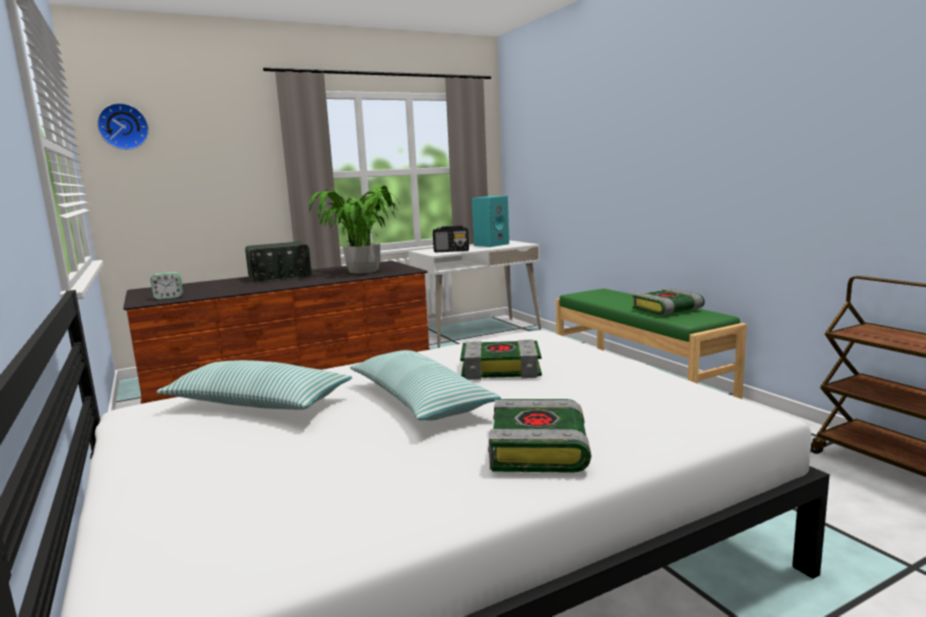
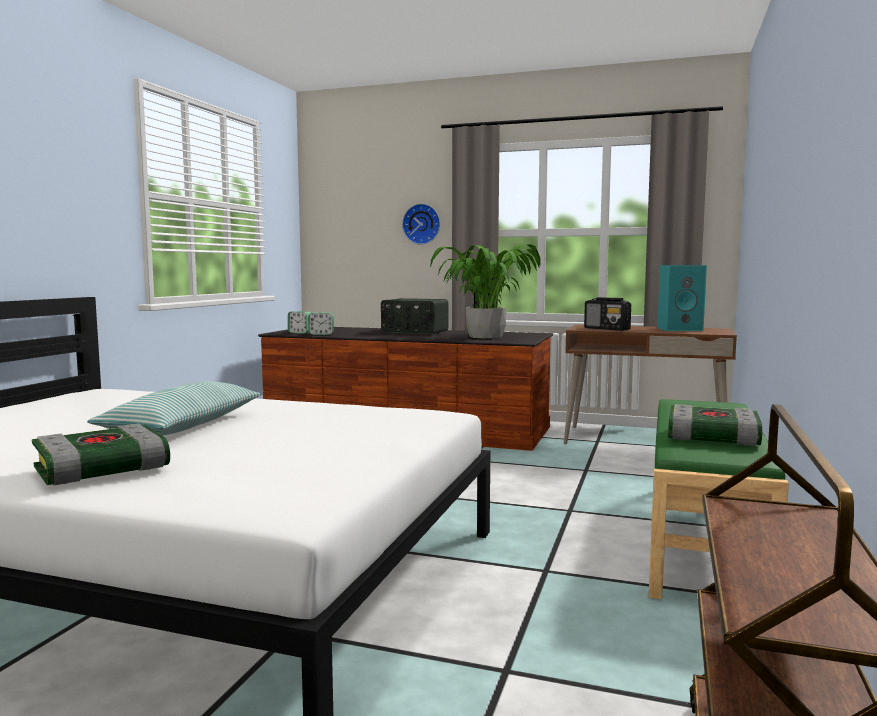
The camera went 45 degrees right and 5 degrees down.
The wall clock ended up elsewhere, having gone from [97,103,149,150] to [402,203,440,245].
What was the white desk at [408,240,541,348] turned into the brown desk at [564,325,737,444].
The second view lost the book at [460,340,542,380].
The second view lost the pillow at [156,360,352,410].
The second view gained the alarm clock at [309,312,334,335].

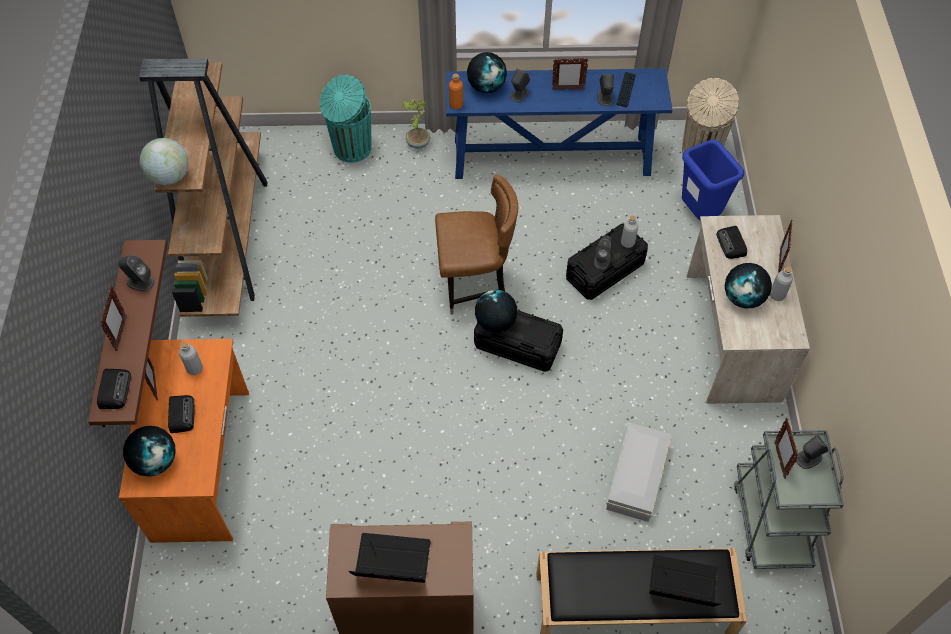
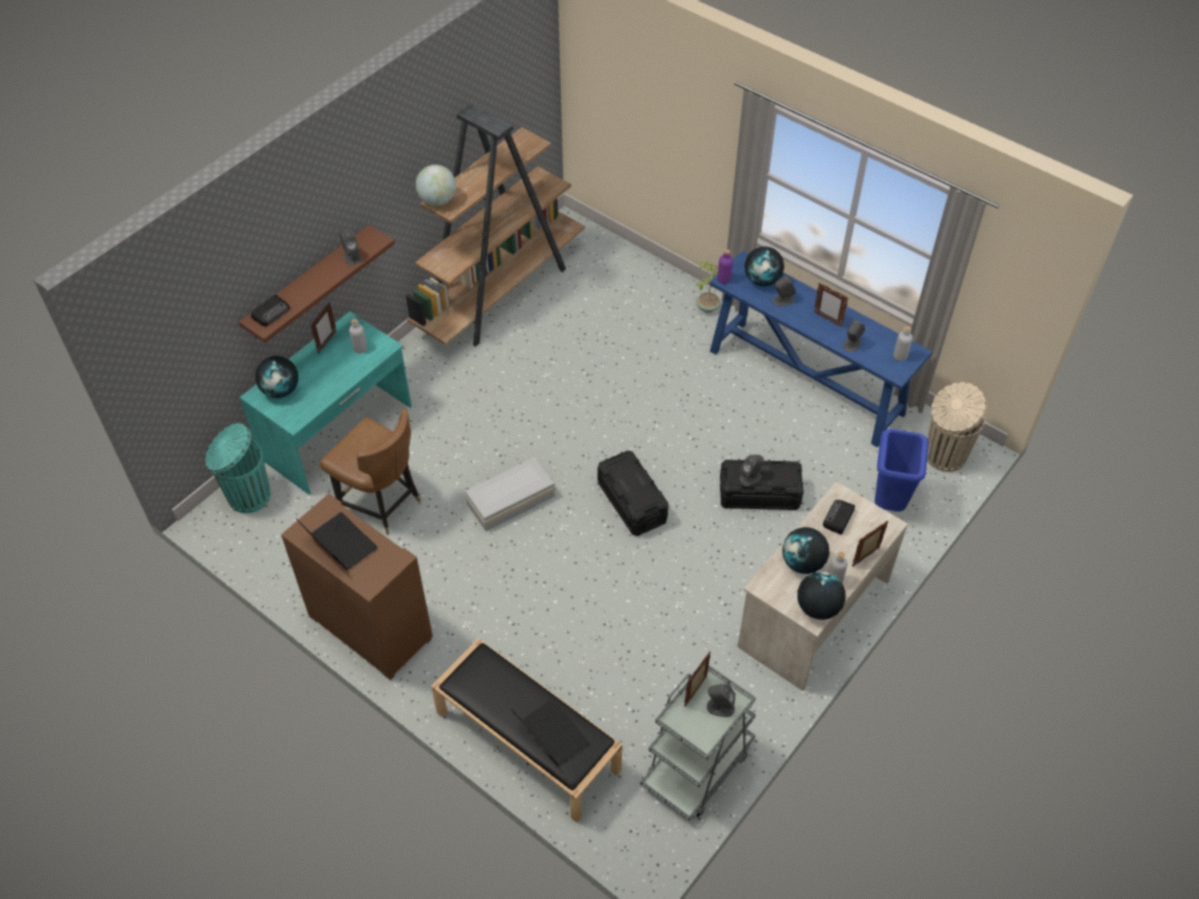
The camera went 40 degrees right and 5 degrees down.
The second view lost the keyboard at [616,72,636,107].
What was the orange bottle at [449,74,463,109] turned into the purple bottle at [717,249,733,284].
The turquoise trash can ended up elsewhere, having gone from [319,75,372,163] to [205,423,271,513].
The brown chair ended up elsewhere, having gone from [435,174,518,315] to [320,409,421,535].
The grey bottle ended up elsewhere, having gone from [621,216,638,248] to [893,326,913,361].
The second view lost the picture frame at [100,286,127,351].
The globe ended up elsewhere, having gone from [475,290,517,332] to [797,572,846,620].
What was the orange desk at [119,339,249,543] turned into the turquoise desk at [240,311,412,495].
The second view lost the radio at [168,395,194,433].
The white storage box ended up elsewhere, having gone from [606,423,671,522] to [464,457,556,531].

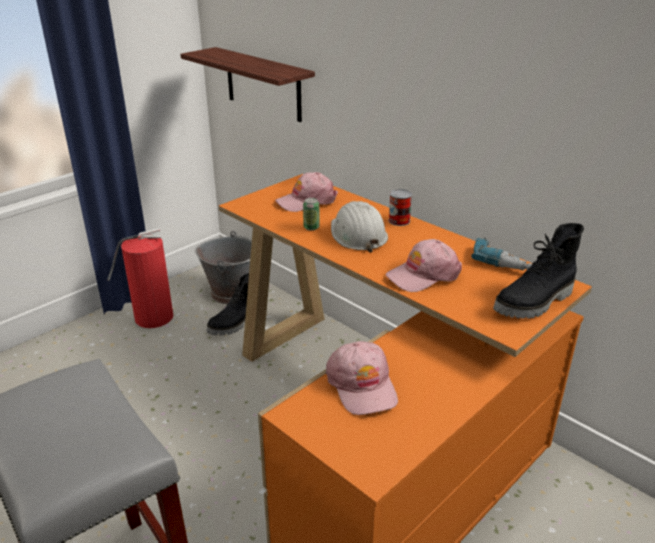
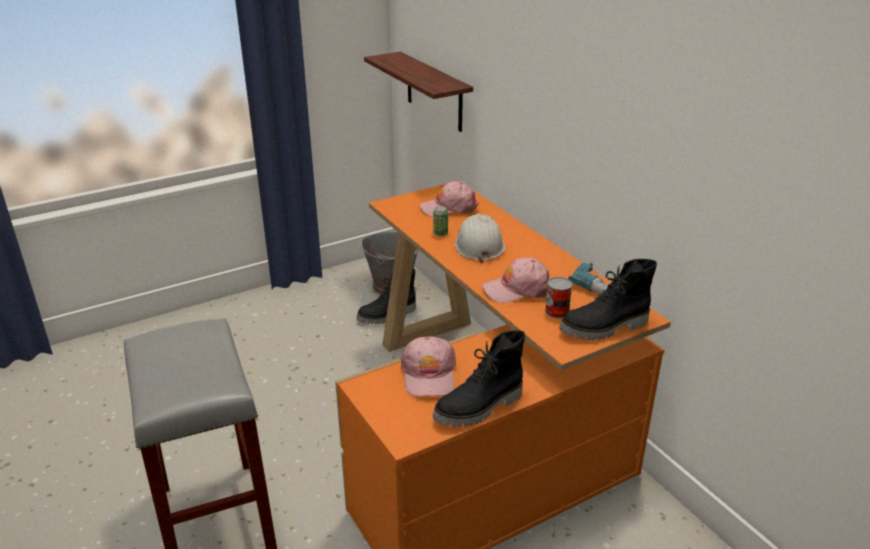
The camera went 15 degrees right and 0 degrees up.
The can ended up elsewhere, having gone from [389,189,412,226] to [545,277,572,318].
The second view lost the fire extinguisher at [107,228,173,328].
The second view gained the black boot at [433,330,525,427].

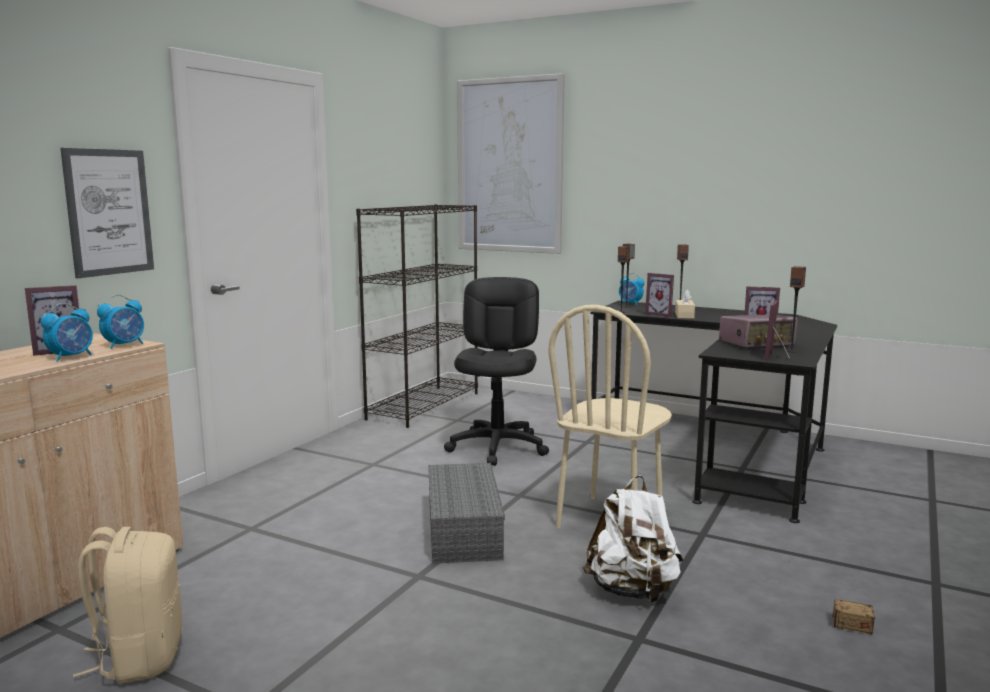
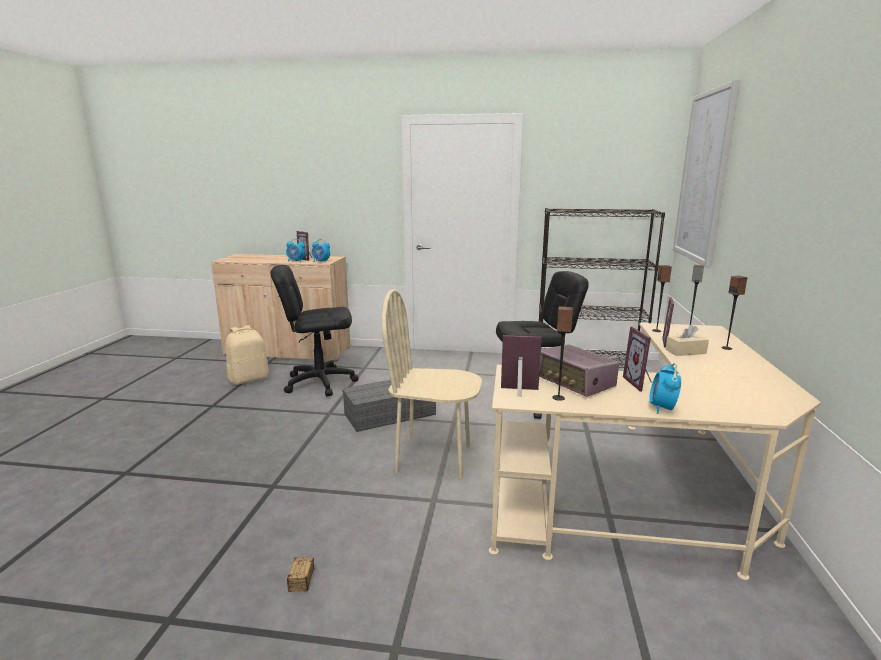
The camera went 70 degrees right and 5 degrees up.
The second view lost the picture at [60,148,154,278].
The alarm clock ended up elsewhere, having gone from [619,273,644,305] to [649,363,681,414].
What was the black desk at [591,301,837,523] turned into the beige desk at [489,323,821,580].
The second view lost the white backpack at [583,475,683,602].
The second view gained the black office chair at [270,265,359,396].

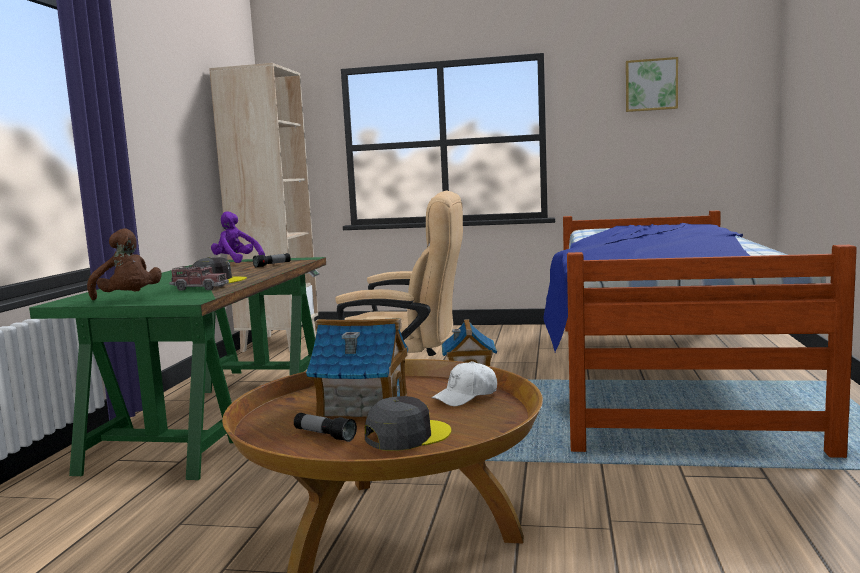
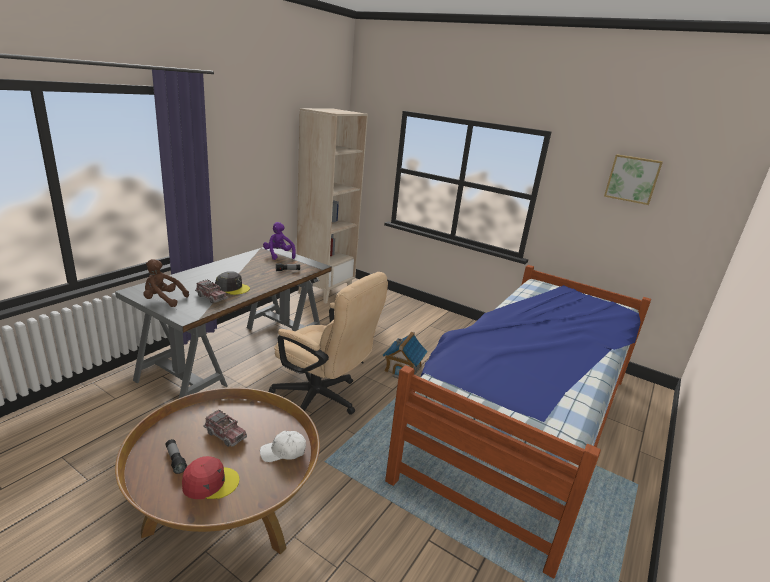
The camera went 20 degrees right and 15 degrees up.
The brown plush toy at [87,228,162,300] ended up facing another way, 120 degrees clockwise from before.
What was the green desk at [29,257,326,480] turned into the grey desk at [115,247,332,398].
Where the toy house stood at [306,318,408,417], the toy truck came to stand at [203,410,247,447].
What was the grey cap at [365,396,451,451] turned into the red cap at [182,456,240,499].

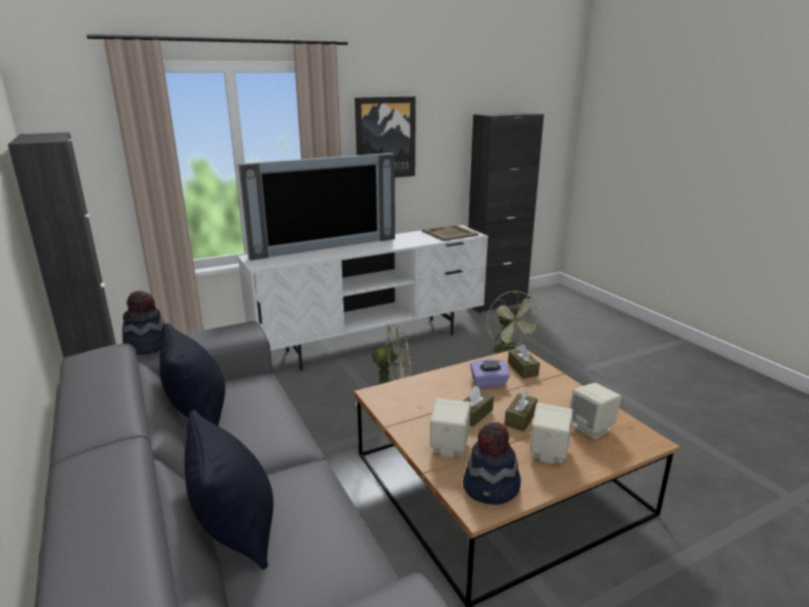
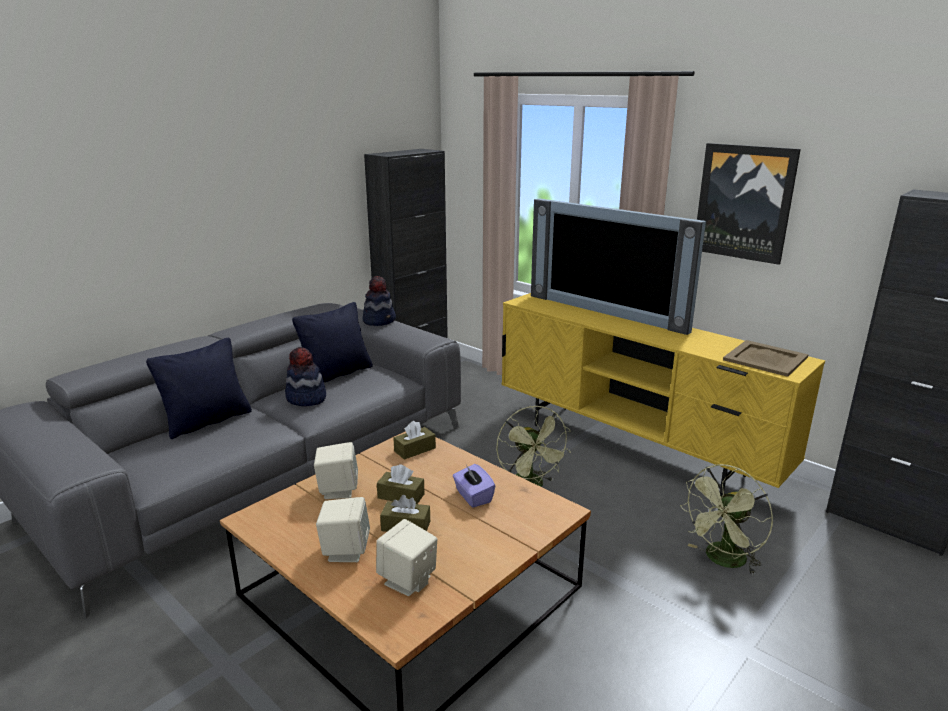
The camera went 70 degrees right and 0 degrees up.
What was the white tv stand at [238,225,488,371] turned into the yellow tv stand at [502,293,825,496].
The brown tissue box ended up elsewhere, having gone from [508,344,540,378] to [393,421,436,460].
The hat ended up elsewhere, having gone from [463,422,521,505] to [285,347,326,406].

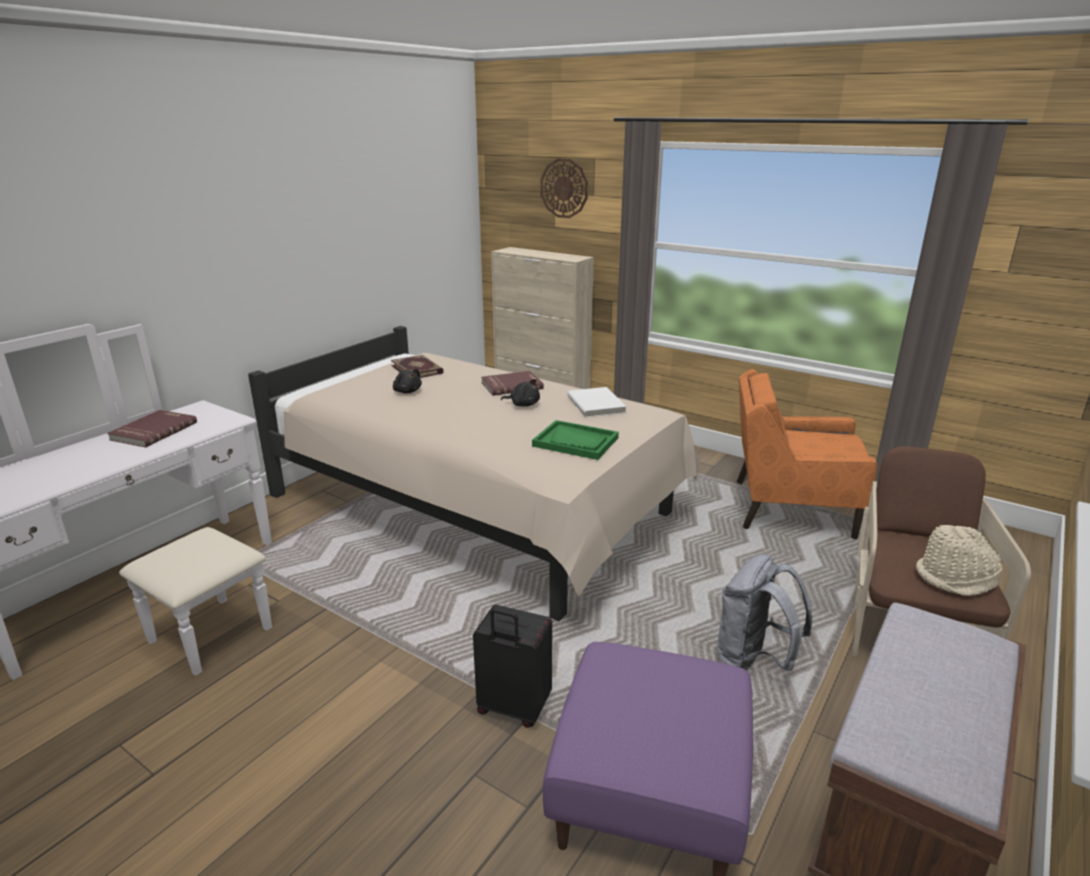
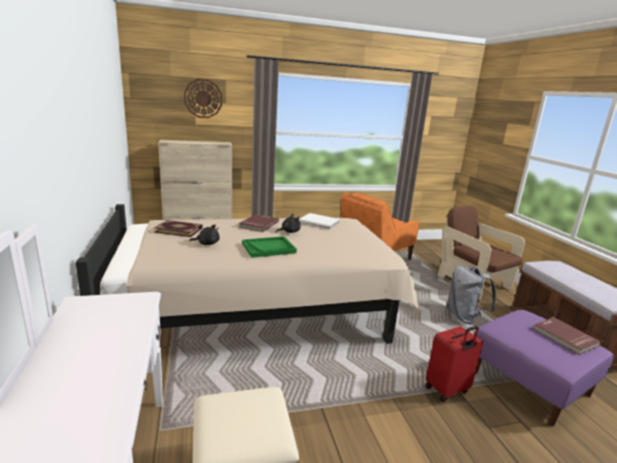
The camera went 50 degrees left and 5 degrees down.
The red book ended up elsewhere, having gone from [107,410,197,448] to [533,317,601,355].
The green tray ended up elsewhere, having gone from [532,420,619,460] to [242,236,297,258].
The second view lost the beige hat at [916,525,1002,596].
What was the black suitcase at [473,605,552,728] turned into the red suitcase at [425,326,483,403].

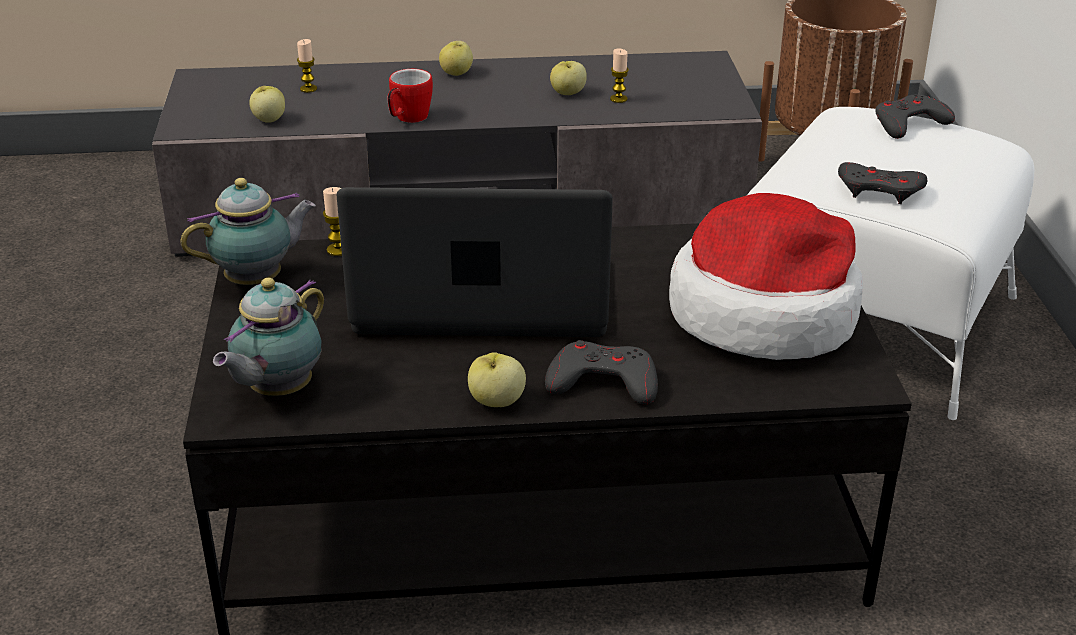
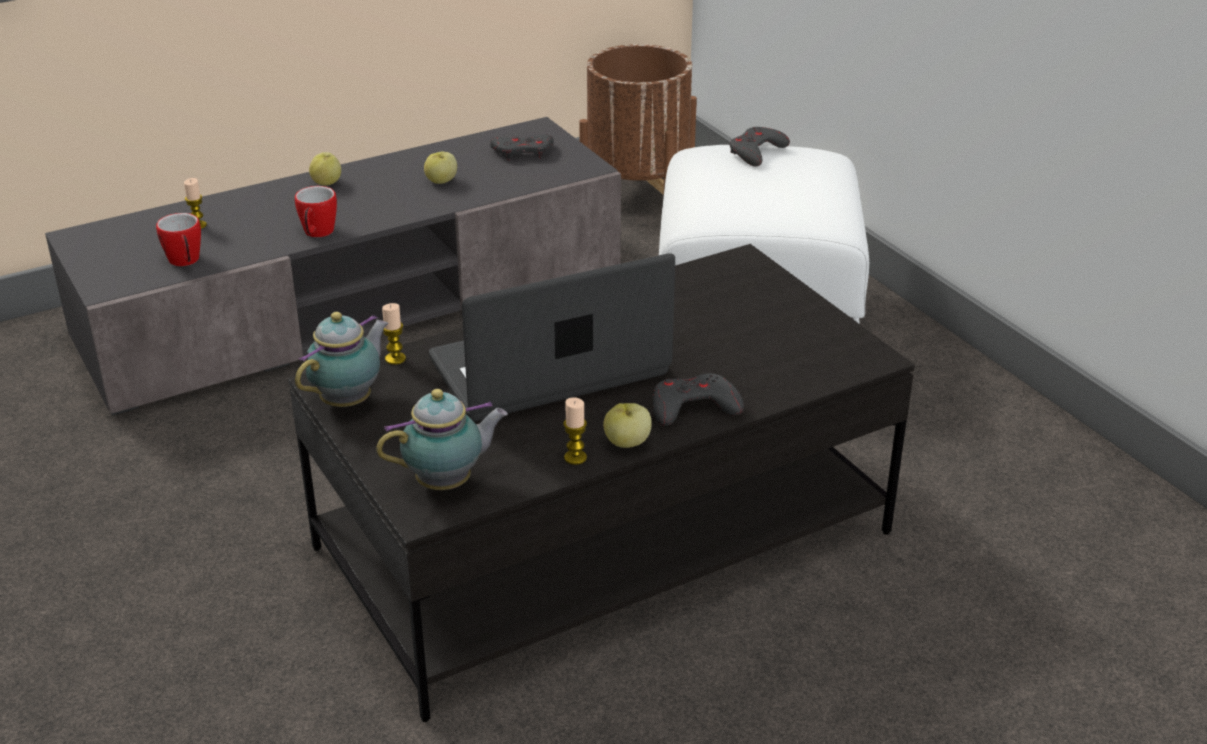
The camera went 25 degrees left and 0 degrees up.
The candle ended up elsewhere, having gone from [610,48,629,103] to [563,397,587,465].
Where the apple stood at [249,86,285,123], the mug came to stand at [156,213,201,266].
The grey game controller ended up elsewhere, having gone from [838,162,927,204] to [490,135,554,161].
The second view lost the hat at [669,193,863,360].
The teapot at [213,278,324,396] ended up facing another way, 120 degrees counterclockwise from before.

